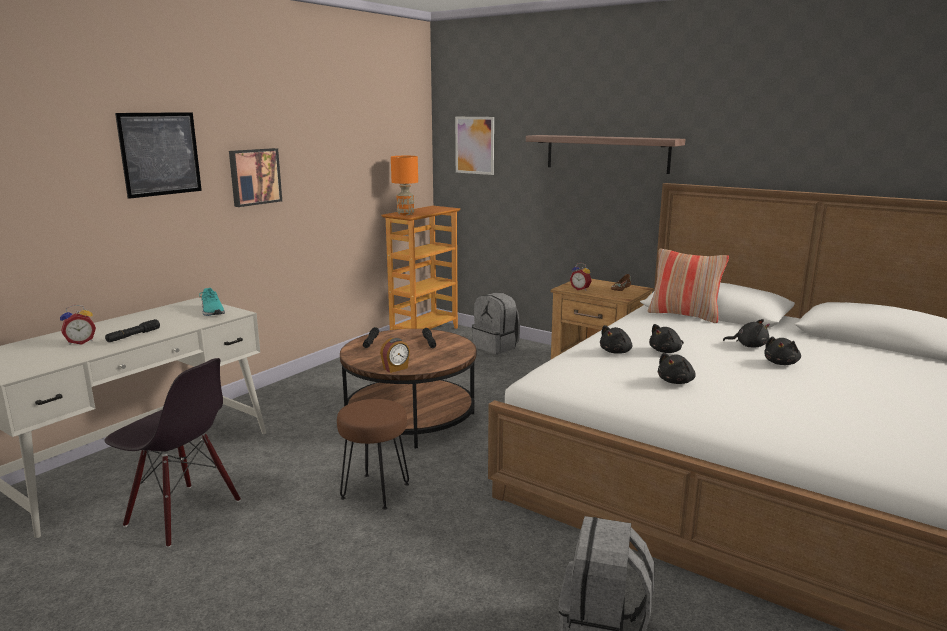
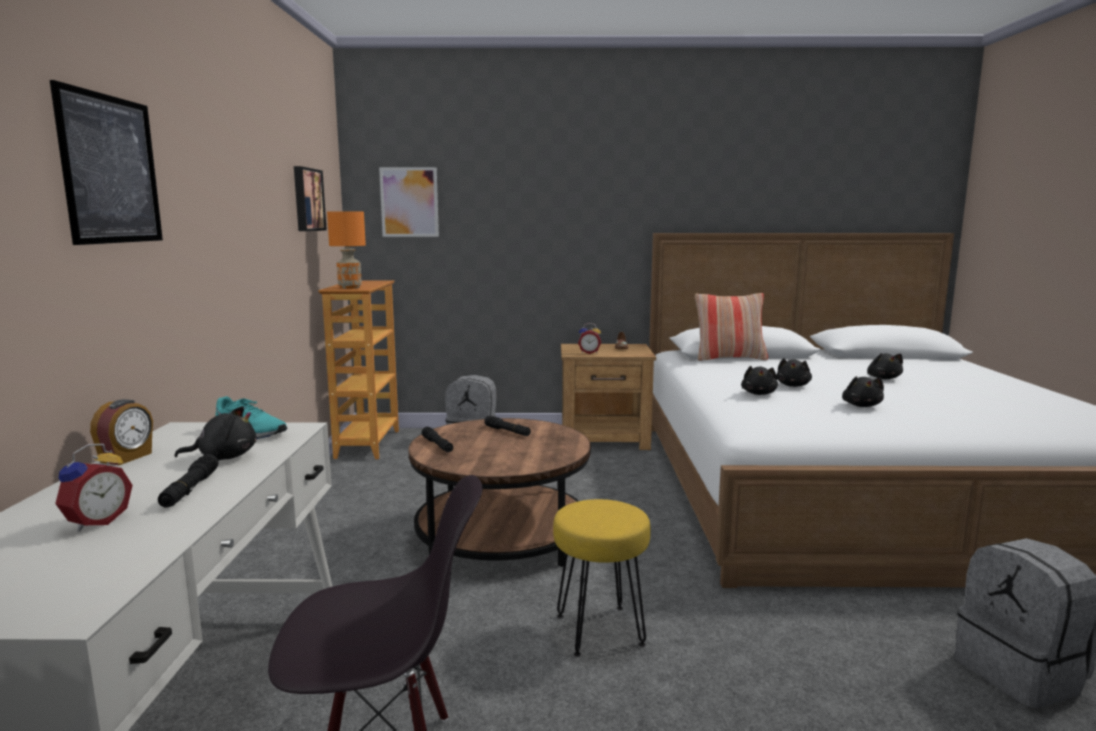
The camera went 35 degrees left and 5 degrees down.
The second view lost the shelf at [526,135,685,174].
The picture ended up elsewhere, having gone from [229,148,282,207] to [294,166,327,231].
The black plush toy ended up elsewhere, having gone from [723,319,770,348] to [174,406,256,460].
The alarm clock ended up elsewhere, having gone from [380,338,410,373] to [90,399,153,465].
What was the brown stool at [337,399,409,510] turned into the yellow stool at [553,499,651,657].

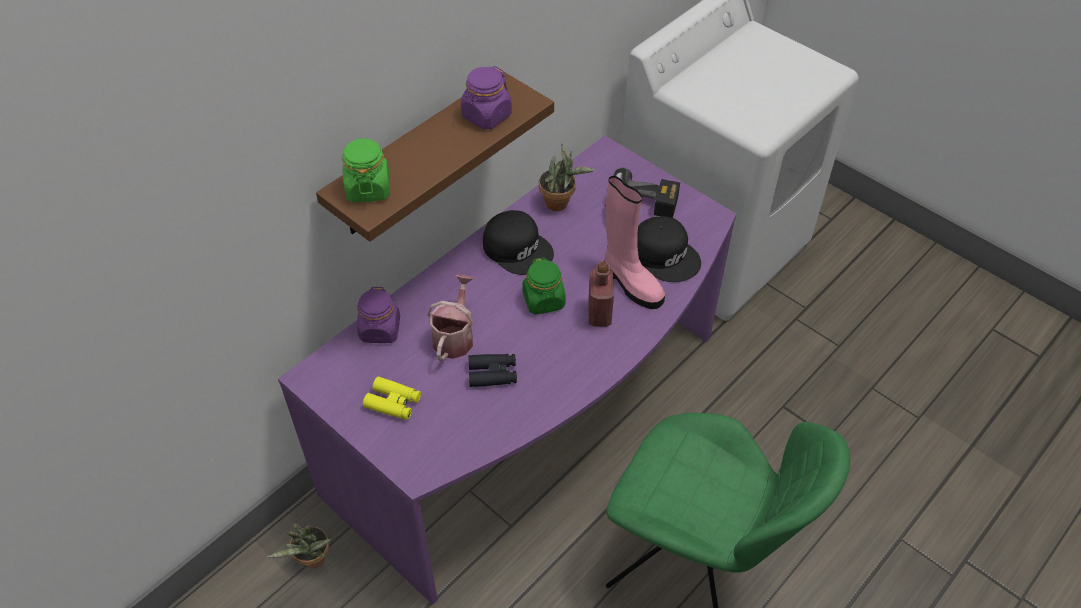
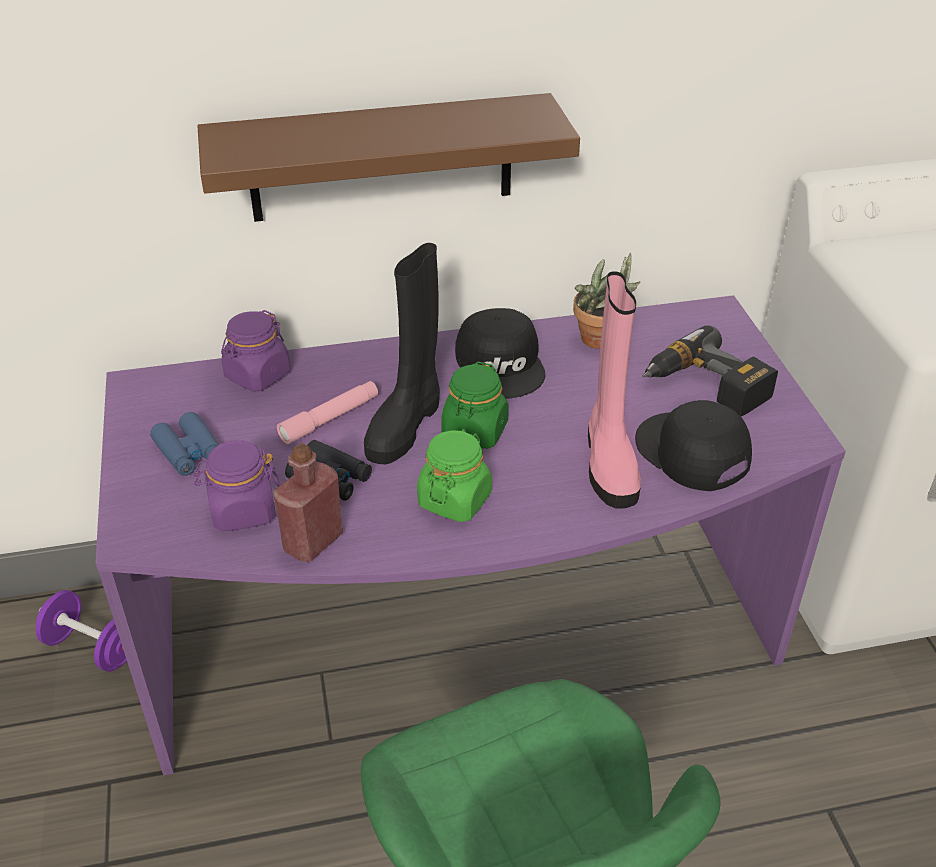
The camera went 35 degrees right and 10 degrees down.
The purple jar ended up elsewhere, having gone from [461,66,512,130] to [193,440,280,531].
The green jar ended up elsewhere, having gone from [342,137,390,202] to [417,429,492,522].
The black cap at [637,216,701,282] ended up facing another way, 150 degrees clockwise from before.
The red bottle ended up elsewhere, having gone from [588,262,614,327] to [273,443,343,562].
Where the watering can stood at [427,274,474,361], the pink flashlight came to stand at [277,381,378,444].
What was the yellow binoculars at [363,376,421,420] turned into the blue binoculars at [150,412,219,476].
Where the potted plant stood at [266,523,333,568], the purple dumbbell came to stand at [35,590,127,672].
The second view gained the black boot at [364,243,440,464].

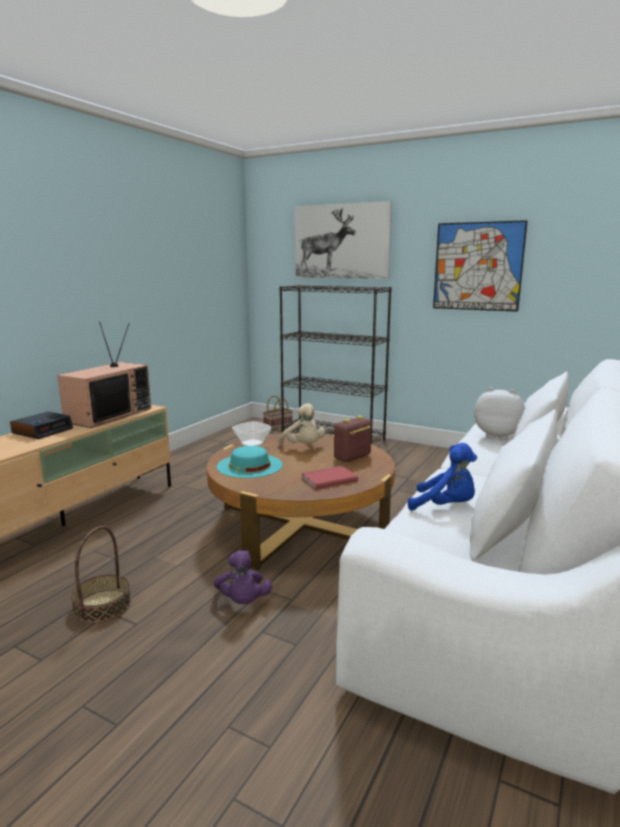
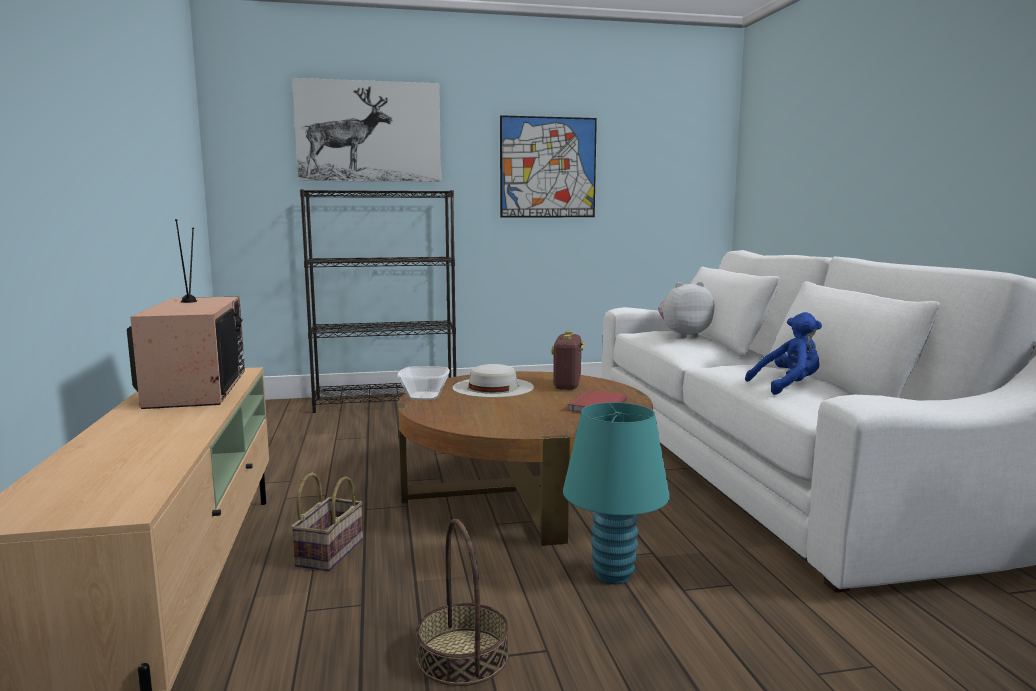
The camera went 40 degrees left and 5 degrees down.
The basket ended up elsewhere, having gone from [263,396,293,430] to [291,473,363,571].
Where the beige plush toy stood at [279,403,325,445], the white hat came to stand at [453,364,534,398].
The second view lost the alarm clock at [10,412,73,439].
The second view lost the turquoise hat at [217,446,283,478].
Where the purple plush toy stood at [214,551,272,604], the turquoise table lamp came to stand at [563,402,670,584].

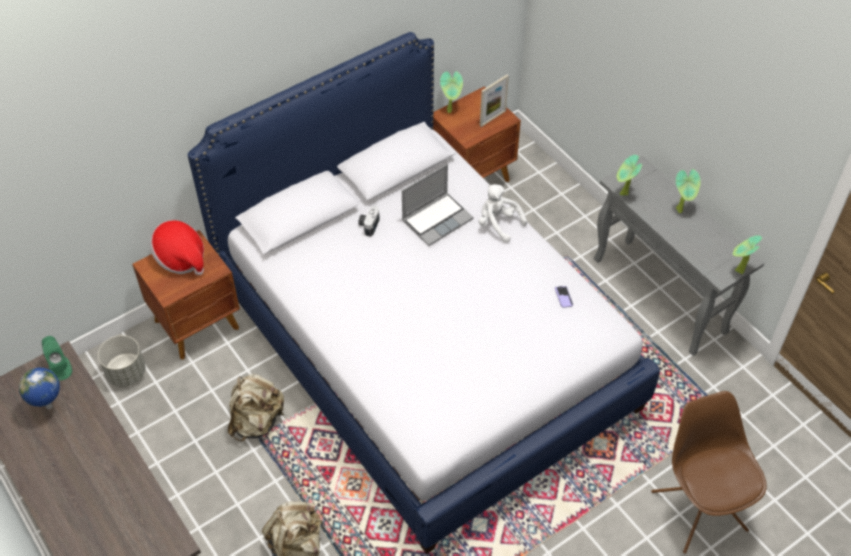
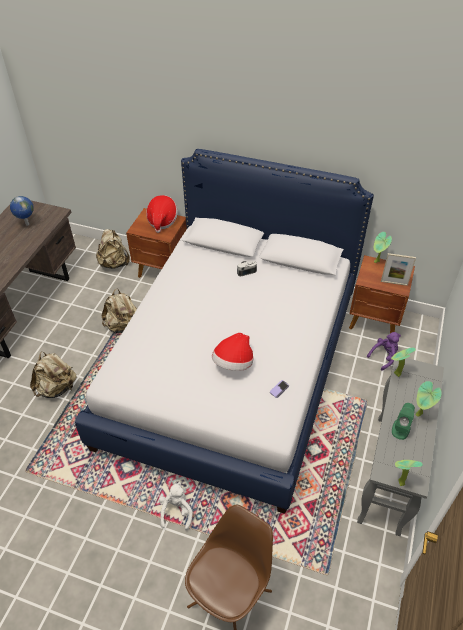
The camera went 55 degrees right and 5 degrees down.
The second view lost the laptop at [402,164,474,246].
The white plush toy ended up elsewhere, having gone from [479,184,527,243] to [159,482,193,531].
Where the grey planter stood at [98,335,146,387], the beige backpack came to stand at [96,229,130,269].
The green speaker ended up elsewhere, having gone from [42,336,72,381] to [392,403,415,440].
The second view gained the purple plush toy at [367,332,401,371].
The second view gained the hat at [212,333,254,371].

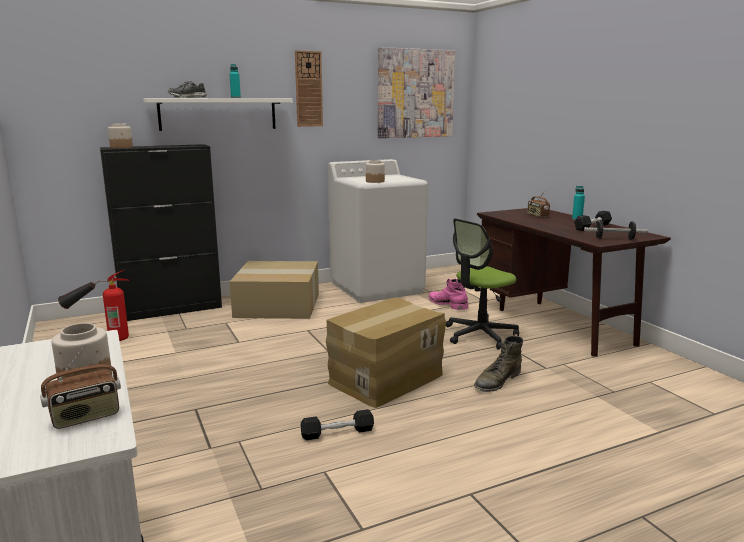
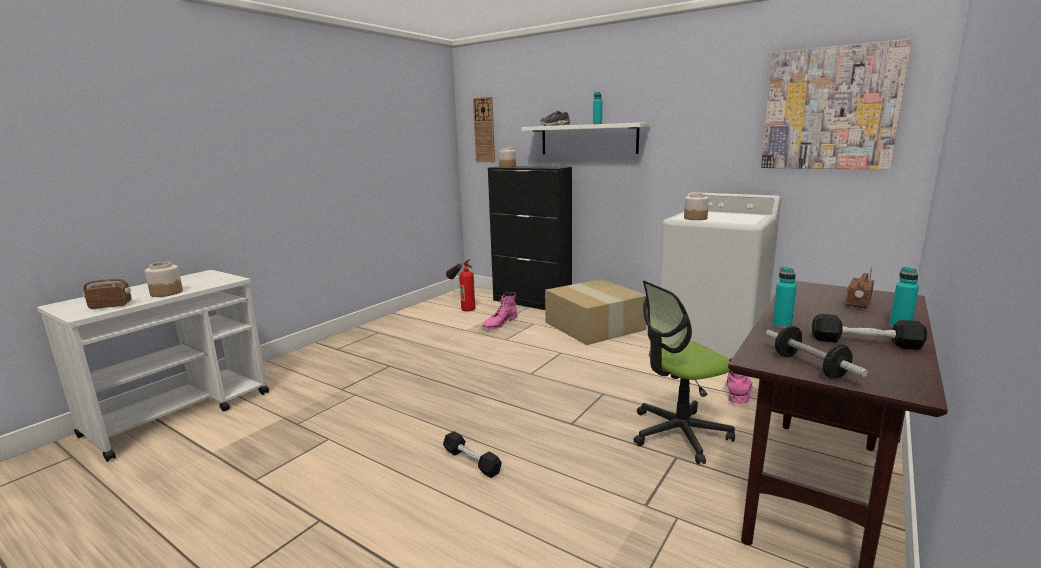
The camera went 60 degrees right and 0 degrees up.
The wall clock ended up elsewhere, having gone from [295,50,323,127] to [473,97,495,162].
The office chair at [446,218,519,350] ended up facing another way, 45 degrees counterclockwise from before.
The second view lost the cardboard box at [326,298,446,408].
The second view lost the green boot at [474,336,523,392].
The radio at [40,344,121,429] ended up facing another way, 135 degrees clockwise from before.
The black dumbbell ended up elsewhere, having gone from [301,409,374,440] to [443,431,502,478].
The second view gained the turquoise bottle at [772,267,797,328].
The second view gained the pink boot at [482,292,517,330].

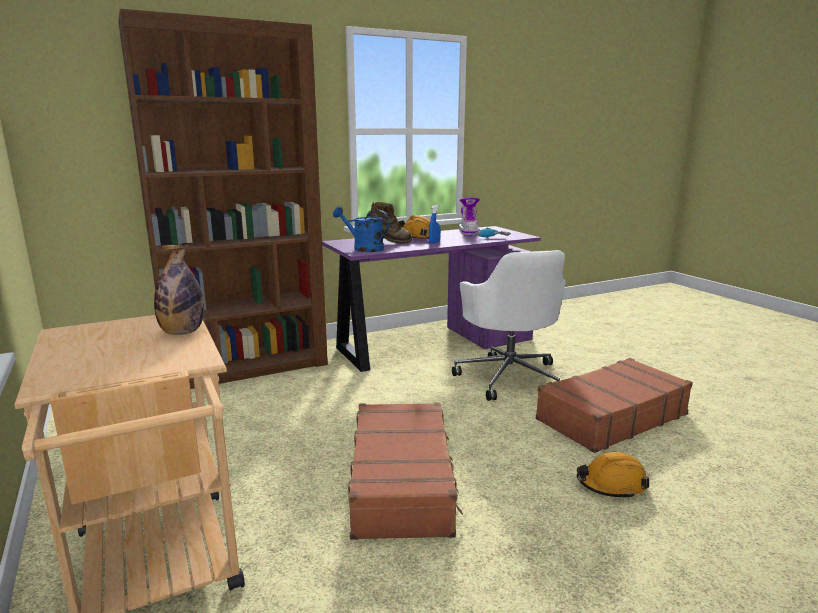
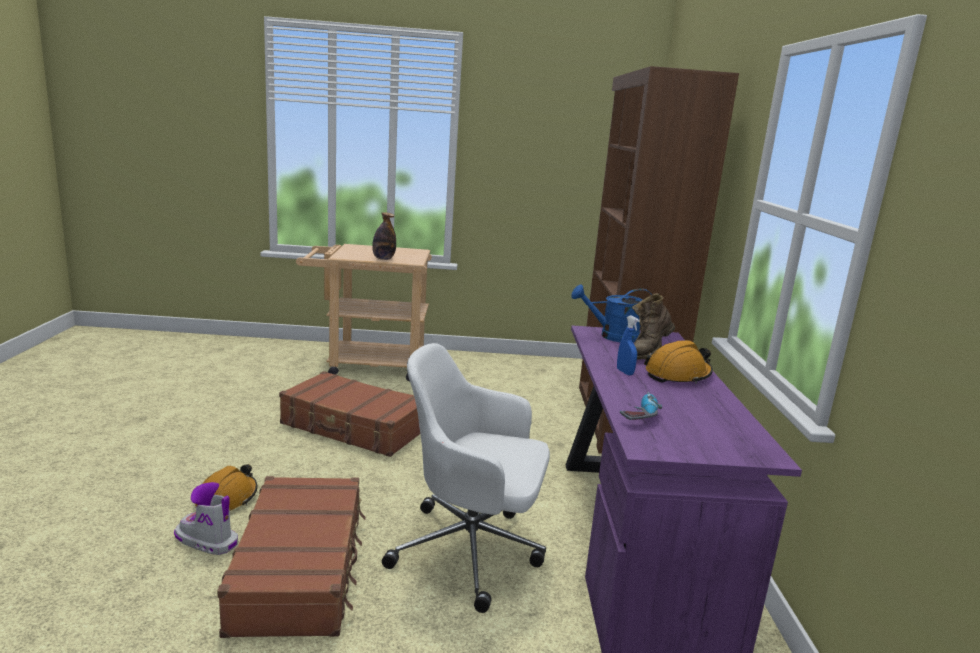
The camera went 115 degrees right and 0 degrees up.
The boot ended up elsewhere, having gone from [459,197,480,235] to [174,482,238,555].
The blue watering can at [333,206,389,252] ended up facing another way, 150 degrees counterclockwise from before.

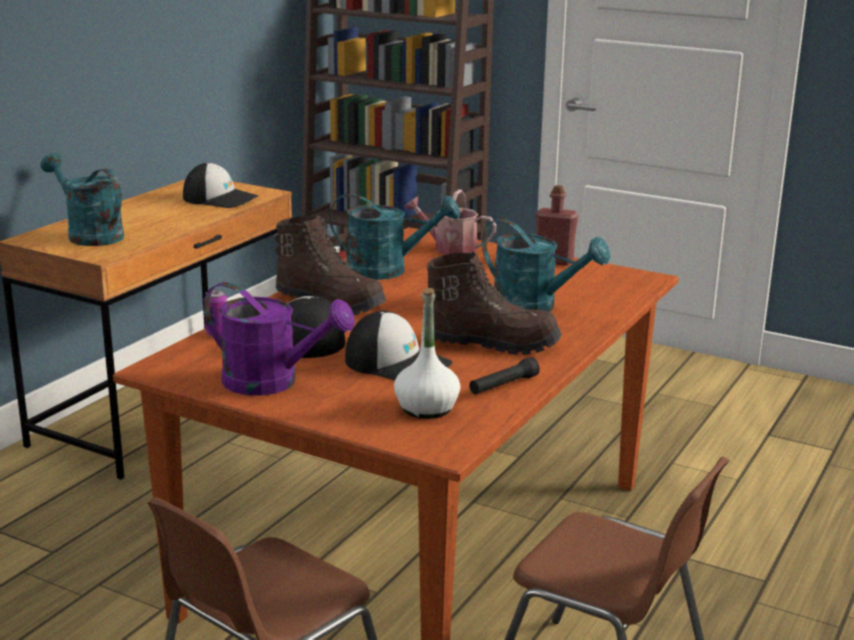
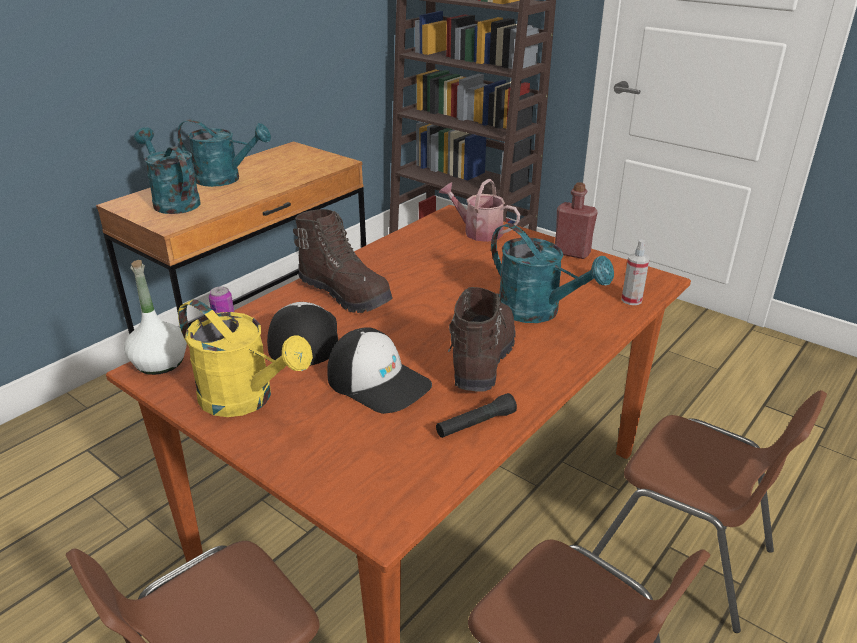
The camera went 10 degrees right and 10 degrees up.
The second view lost the cap at [183,163,258,208].
The turquoise watering can ended up elsewhere, having gone from [330,194,460,280] to [177,119,271,187].
The brown boot at [427,251,562,355] ended up facing another way, 90 degrees counterclockwise from before.
What was the purple watering can at [204,282,355,396] turned into the yellow watering can at [178,299,313,417].
The white bottle ended up elsewhere, having gone from [394,288,461,419] to [124,260,187,375].
The second view gained the spray bottle at [621,239,650,305].
The second view gained the brown chair at [592,390,827,633].

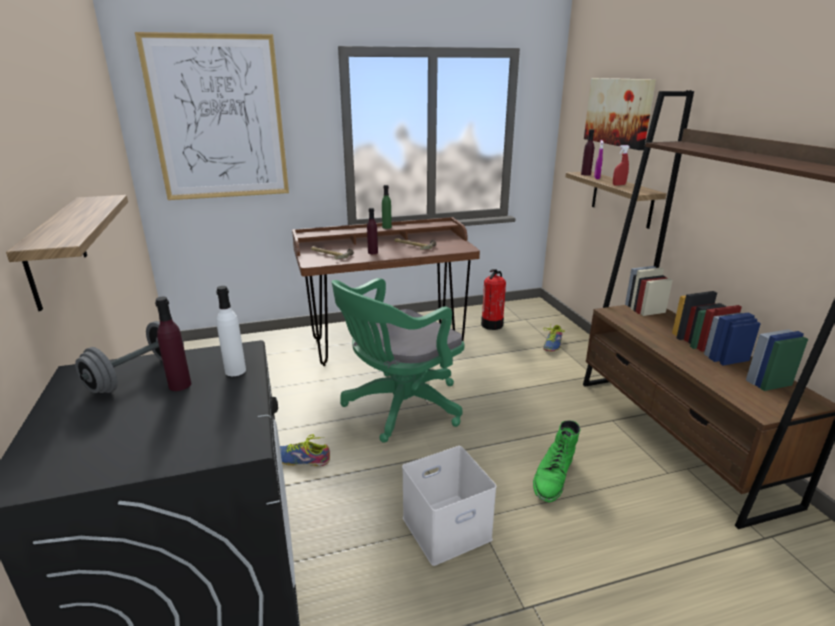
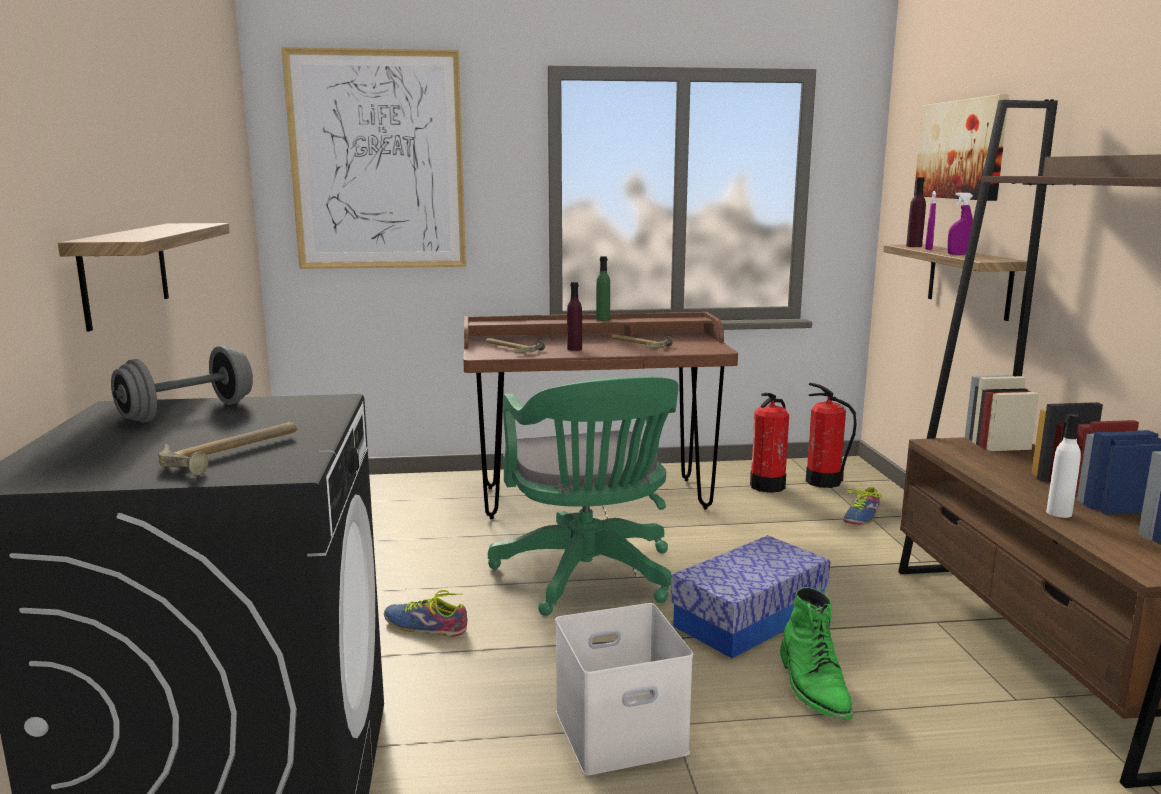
The camera went 10 degrees right and 10 degrees down.
What was the red spray bottle at [613,145,630,186] turned into the purple spray bottle at [947,192,973,255].
The green office chair at [331,278,464,443] ended up facing another way, 75 degrees counterclockwise from before.
The white bottle ended up elsewhere, having gone from [216,286,246,376] to [1046,414,1081,518].
The second view lost the purple bottle at [155,297,191,391].
The green boot at [533,420,581,502] ended up facing another way, 45 degrees counterclockwise from before.
The second view gained the fire extinguisher at [806,383,857,488].
The second view gained the hammer at [159,422,297,475].
The second view gained the storage box at [670,535,831,658].

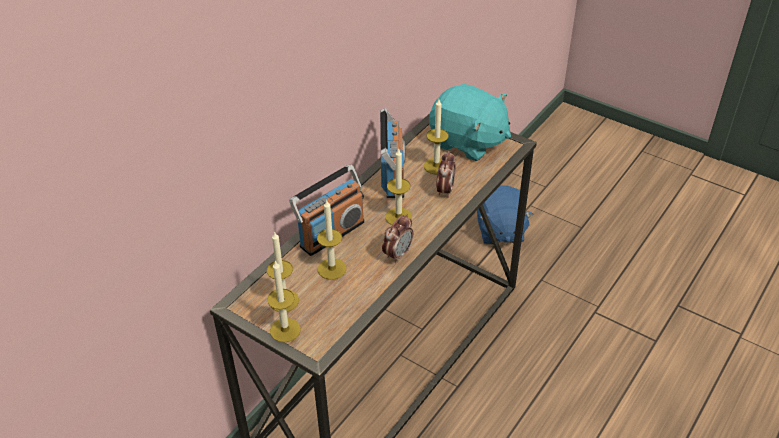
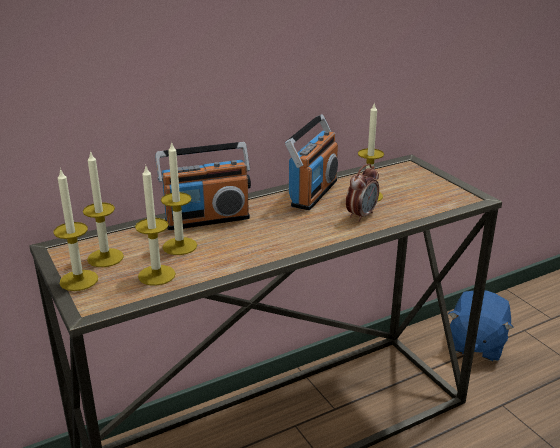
The camera went 25 degrees right and 15 degrees down.
The second view lost the turquoise plush toy at [429,84,511,161].
The candle ended up elsewhere, having gone from [385,148,412,225] to [135,164,176,286].
The second view lost the alarm clock at [382,215,413,263].

